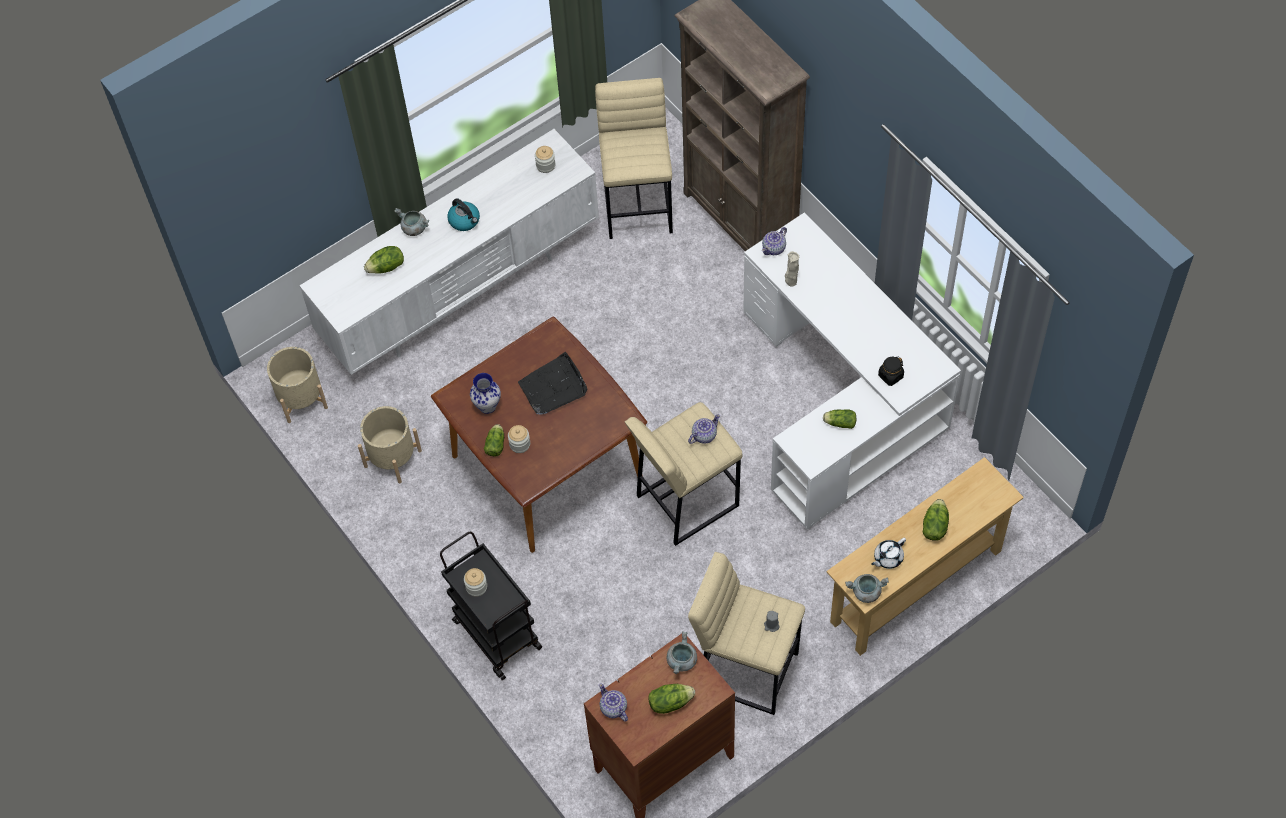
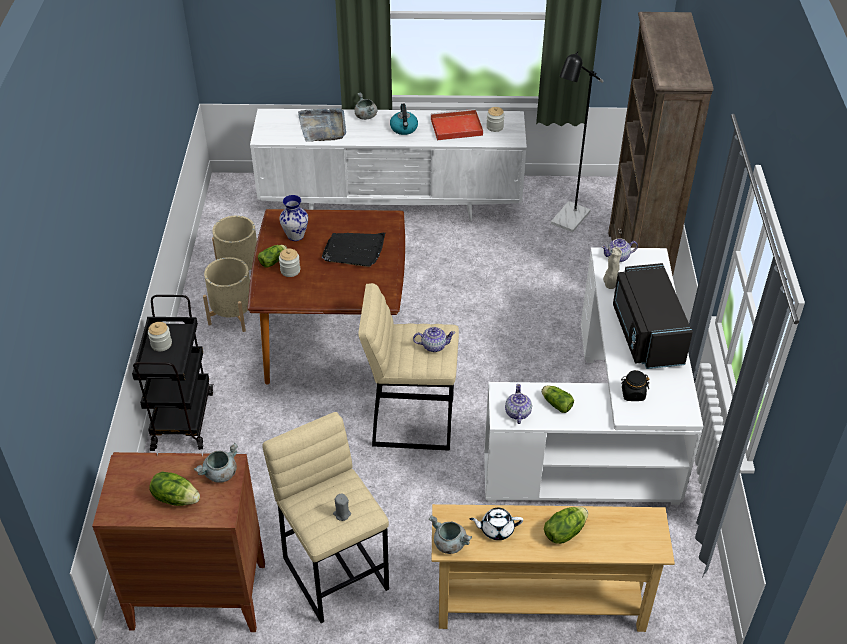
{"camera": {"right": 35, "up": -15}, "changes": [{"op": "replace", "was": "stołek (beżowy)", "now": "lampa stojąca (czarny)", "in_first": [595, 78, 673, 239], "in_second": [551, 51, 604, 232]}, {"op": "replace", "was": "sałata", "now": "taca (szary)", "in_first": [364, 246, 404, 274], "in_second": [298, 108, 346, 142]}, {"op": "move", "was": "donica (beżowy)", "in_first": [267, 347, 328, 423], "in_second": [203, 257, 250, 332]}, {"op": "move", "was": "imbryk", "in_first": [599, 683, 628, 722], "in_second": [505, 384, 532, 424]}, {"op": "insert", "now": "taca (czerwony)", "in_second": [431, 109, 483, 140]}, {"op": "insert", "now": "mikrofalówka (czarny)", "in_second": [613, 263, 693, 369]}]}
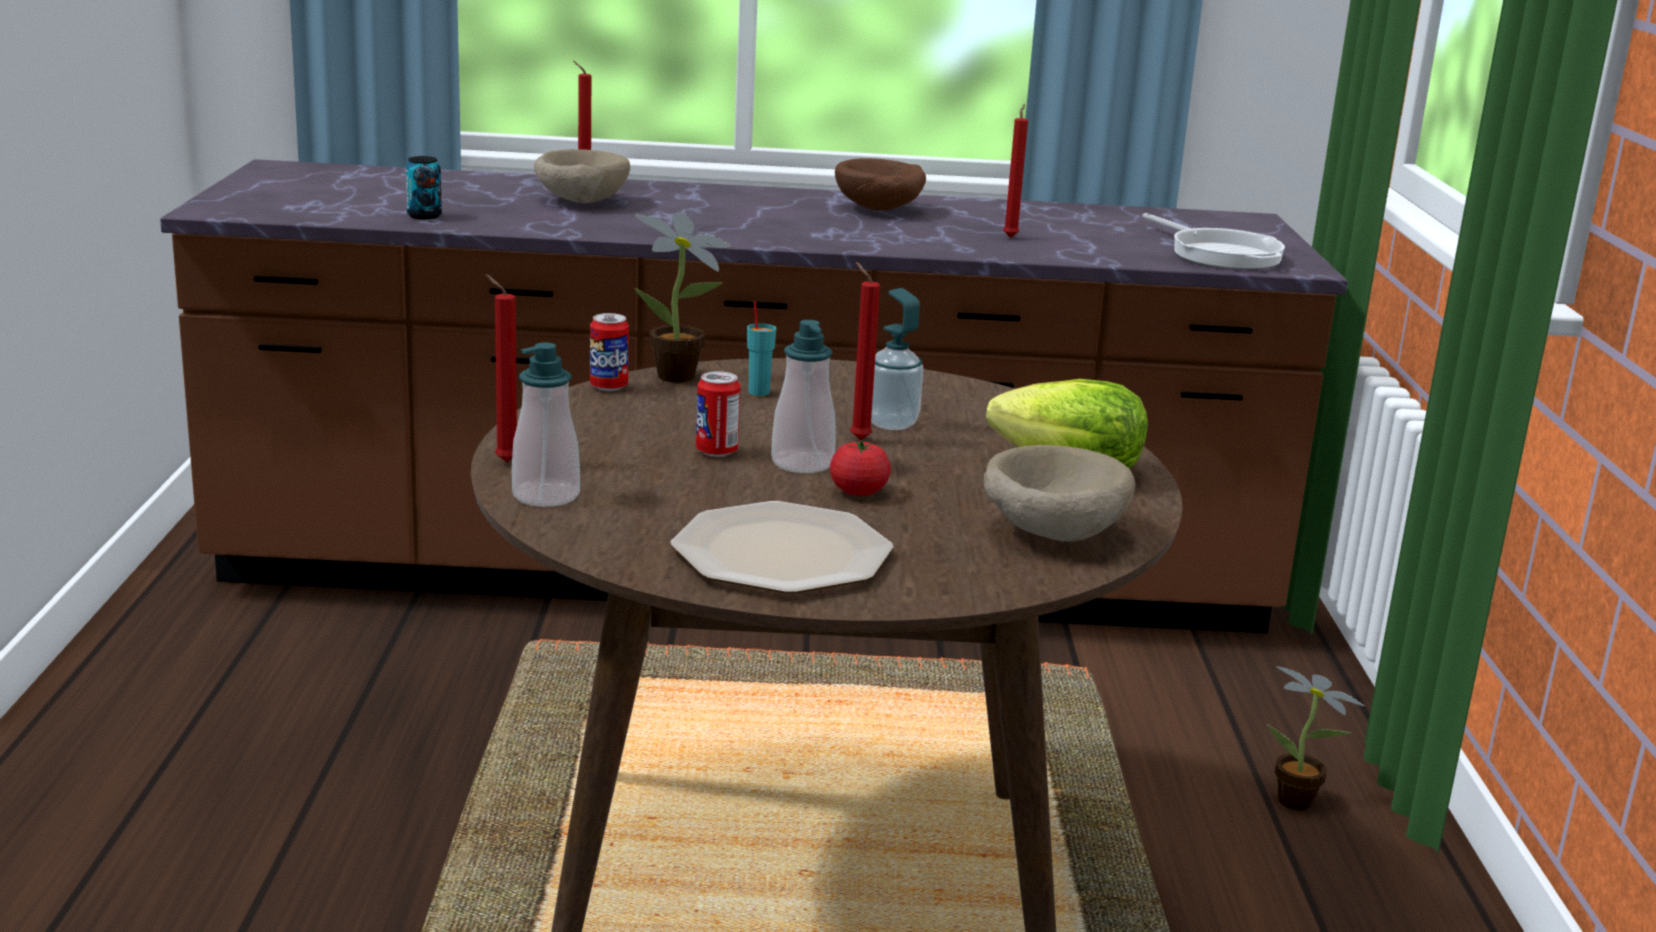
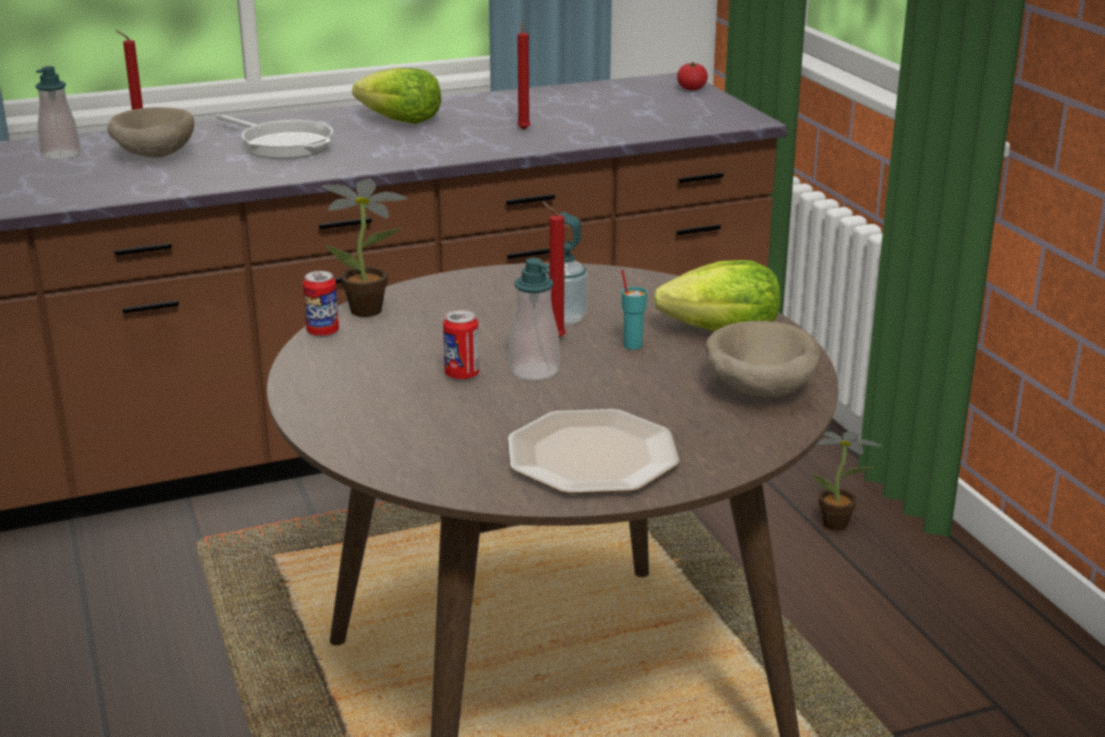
{"camera": {"right": -20, "up": 5}, "changes": [{"op": "delete", "was": "puszka", "in_first": [406, 156, 442, 219]}, {"op": "replace", "was": "miska (brązowy)", "now": "sałata", "in_first": [835, 158, 926, 210], "in_second": [352, 68, 441, 124]}, {"op": "move", "was": "patelnia", "in_first": [1142, 213, 1285, 270], "in_second": [215, 114, 333, 159]}, {"op": "delete", "was": "świeca (czerwony)", "in_first": [485, 274, 517, 462]}, {"op": "move", "was": "filiżanka (turkusowy)", "in_first": [747, 301, 776, 396], "in_second": [621, 270, 647, 350]}, {"op": "move", "was": "dozownik mydła", "in_first": [512, 343, 580, 507], "in_second": [35, 66, 80, 160]}, {"op": "move", "was": "pomidor", "in_first": [830, 440, 891, 496], "in_second": [677, 62, 708, 90]}]}
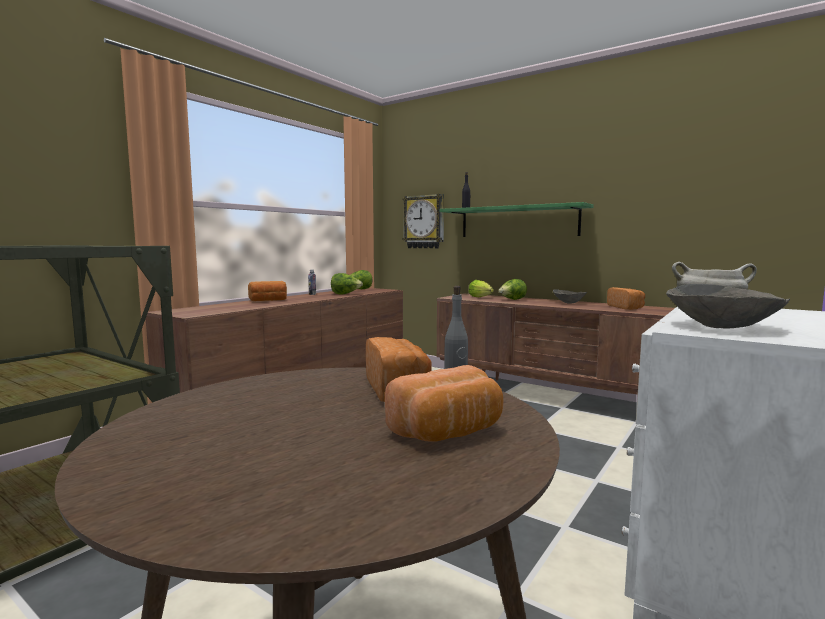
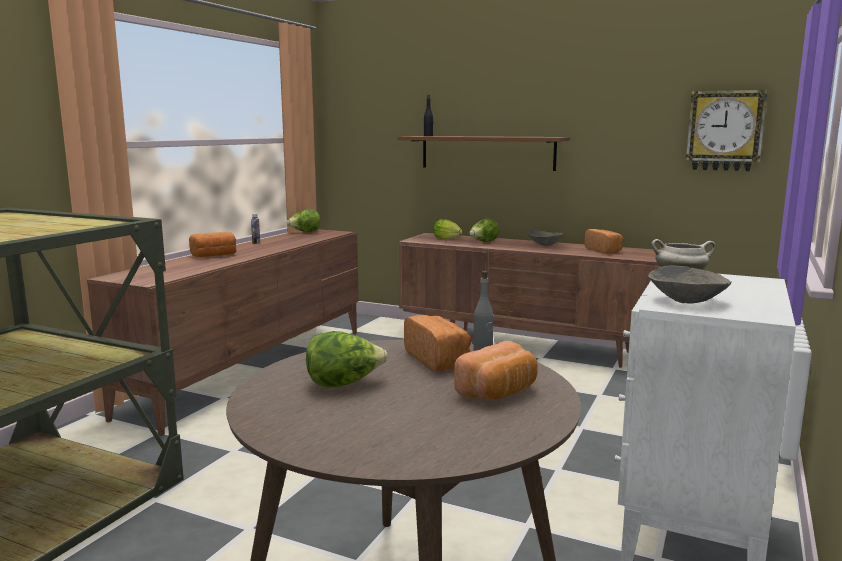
{"camera": {"right": -10, "up": 5}, "changes": [{"op": "move", "was": "zegar ścienny", "in_first": [402, 194, 444, 248], "in_second": [686, 90, 768, 171]}, {"op": "recolor", "was": "półka (zielony)", "now": "półka (brązowy)", "in_first": [440, 202, 594, 237], "in_second": [397, 136, 570, 171]}, {"op": "move", "was": "sałata", "in_first": [331, 273, 363, 295], "in_second": [306, 331, 388, 388]}]}
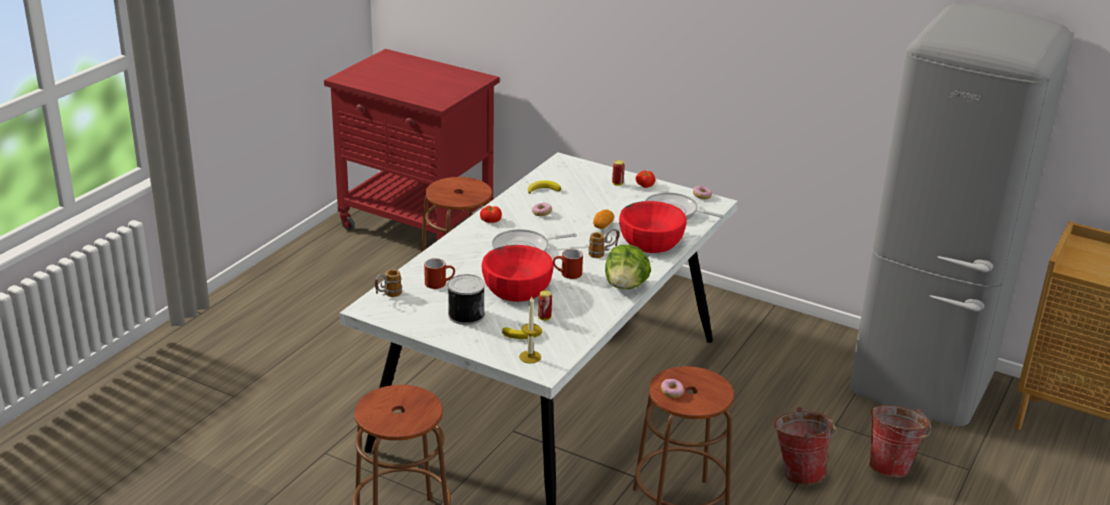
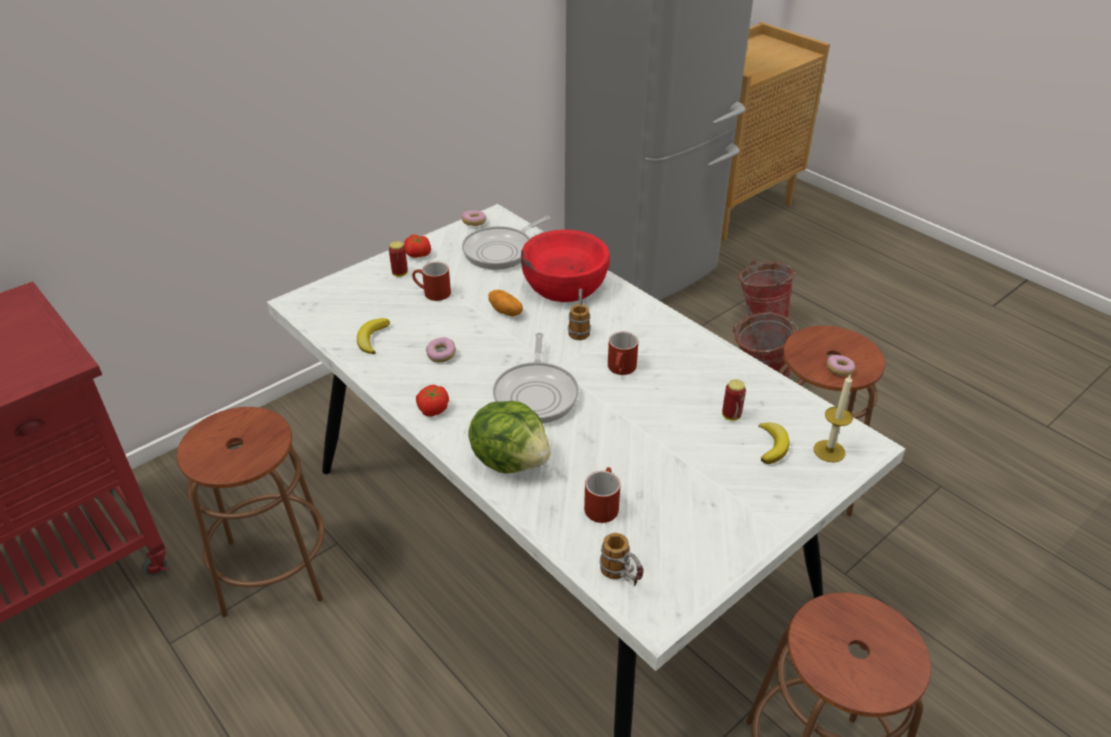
{"camera": {"right": -70, "up": 10}, "changes": [{"op": "delete", "was": "miska (czerwony)", "in_first": [482, 245, 554, 302]}, {"op": "move", "was": "sałata", "in_first": [605, 245, 651, 289], "in_second": [468, 401, 551, 474]}, {"op": "delete", "was": "puszka", "in_first": [448, 274, 485, 325]}, {"op": "insert", "now": "kubek (czerwony)", "in_second": [412, 262, 451, 301]}]}
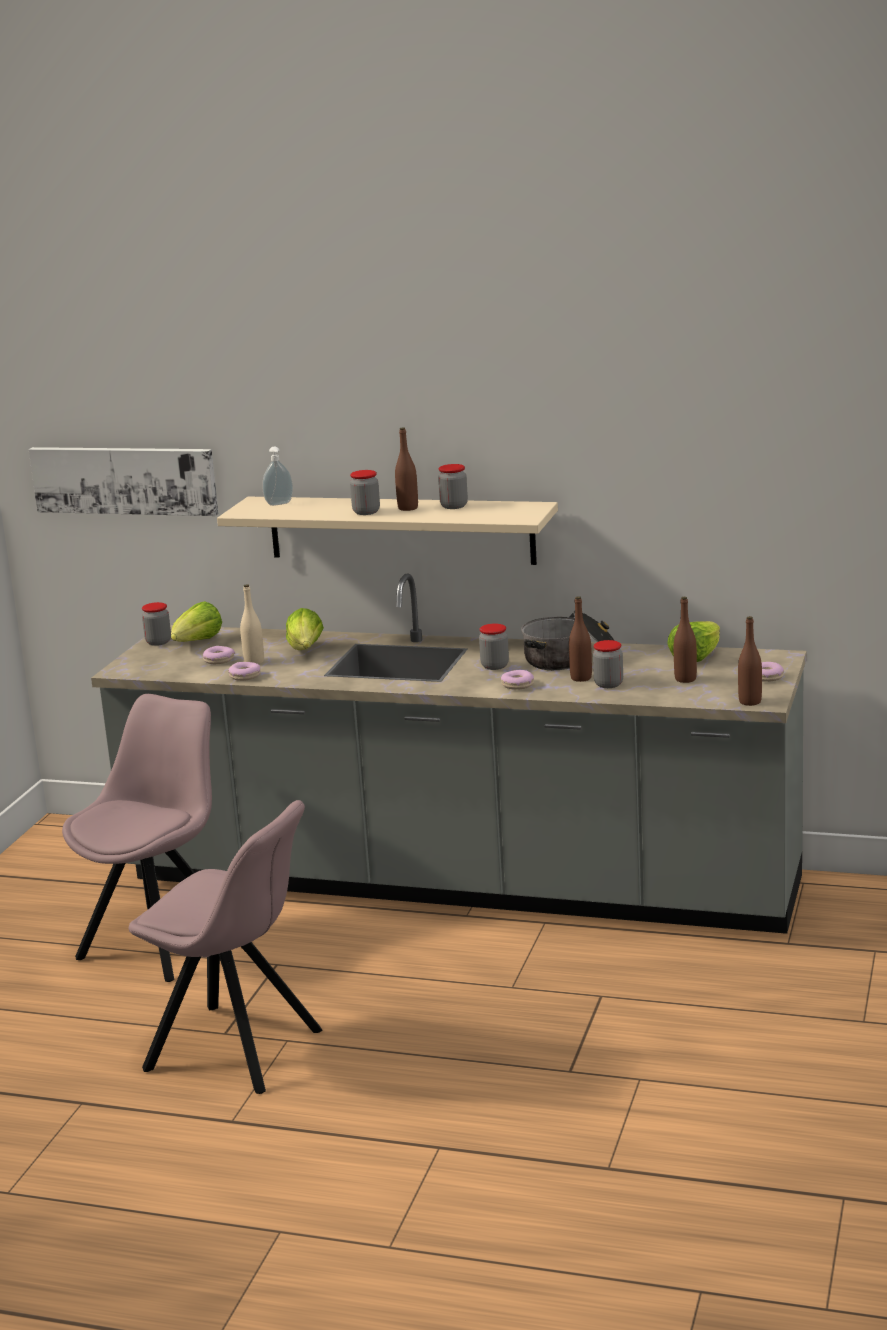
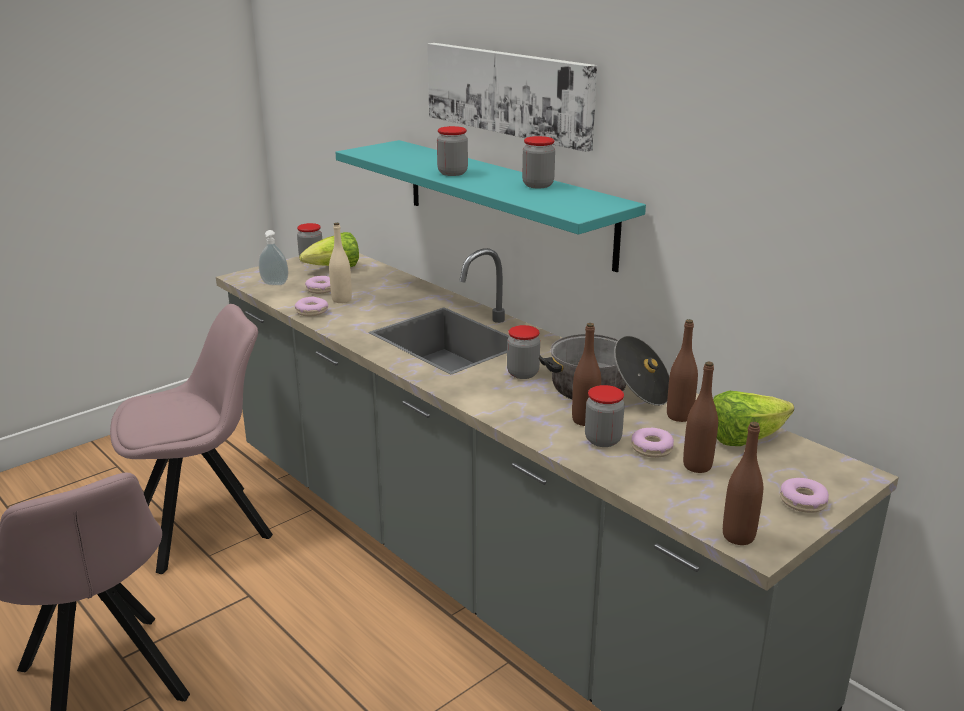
{"camera": {"right": 30, "up": 5}, "changes": [{"op": "move", "was": "butelka (brązowy)", "in_first": [395, 427, 418, 511], "in_second": [667, 319, 698, 422]}, {"op": "move", "was": "obraz", "in_first": [29, 447, 219, 516], "in_second": [427, 43, 597, 152]}, {"op": "move", "was": "dozownik mydła", "in_first": [262, 447, 293, 506], "in_second": [259, 230, 288, 285]}, {"op": "recolor", "was": "półka (beżowy)", "now": "półka (turkusowy)", "in_first": [217, 497, 558, 565], "in_second": [335, 140, 646, 272]}, {"op": "delete", "was": "sałata", "in_first": [286, 608, 324, 650]}, {"op": "move", "was": "donut", "in_first": [501, 670, 534, 690], "in_second": [631, 428, 674, 458]}]}
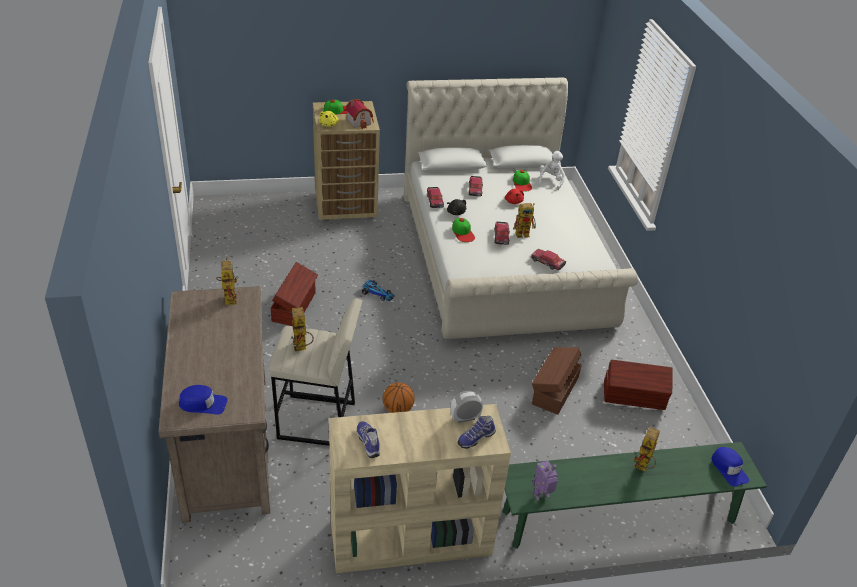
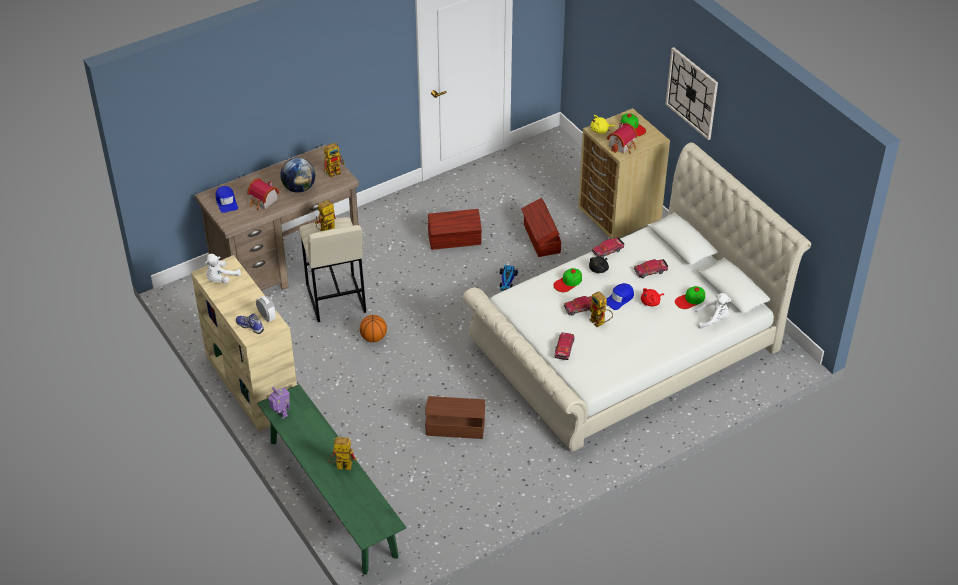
{"camera": {"right": 70, "up": 5}, "changes": [{"op": "move", "was": "pojemnik do przechowywania (brązowy)", "in_first": [604, 360, 673, 410], "in_second": [521, 198, 561, 257]}, {"op": "replace", "was": "but", "now": "pluszak (biały)", "in_first": [357, 421, 380, 458], "in_second": [205, 254, 241, 284]}, {"op": "move", "was": "czapka z daszkiem (niebieski)", "in_first": [712, 447, 749, 486], "in_second": [606, 283, 634, 310]}, {"op": "insert", "now": "zegar ścienny", "in_second": [666, 47, 718, 140]}, {"op": "insert", "now": "globus", "in_second": [280, 158, 315, 193]}, {"op": "insert", "now": "domek", "in_second": [247, 178, 279, 211]}]}
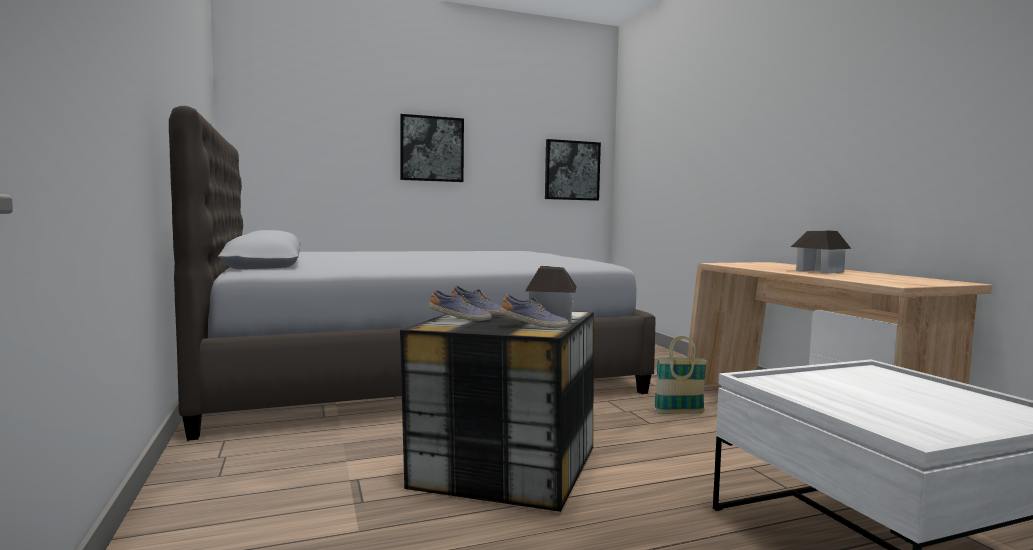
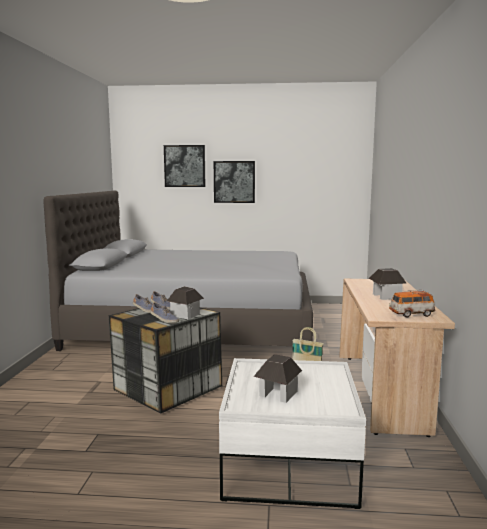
{"camera": {"right": 25, "up": 5}, "changes": [{"op": "move", "was": "obraz", "in_first": [545, 139, 601, 201], "in_second": [164, 145, 205, 187]}, {"op": "insert", "now": "samochodzik", "in_second": [389, 290, 436, 317]}, {"op": "insert", "now": "domek", "in_second": [253, 354, 302, 403]}]}
